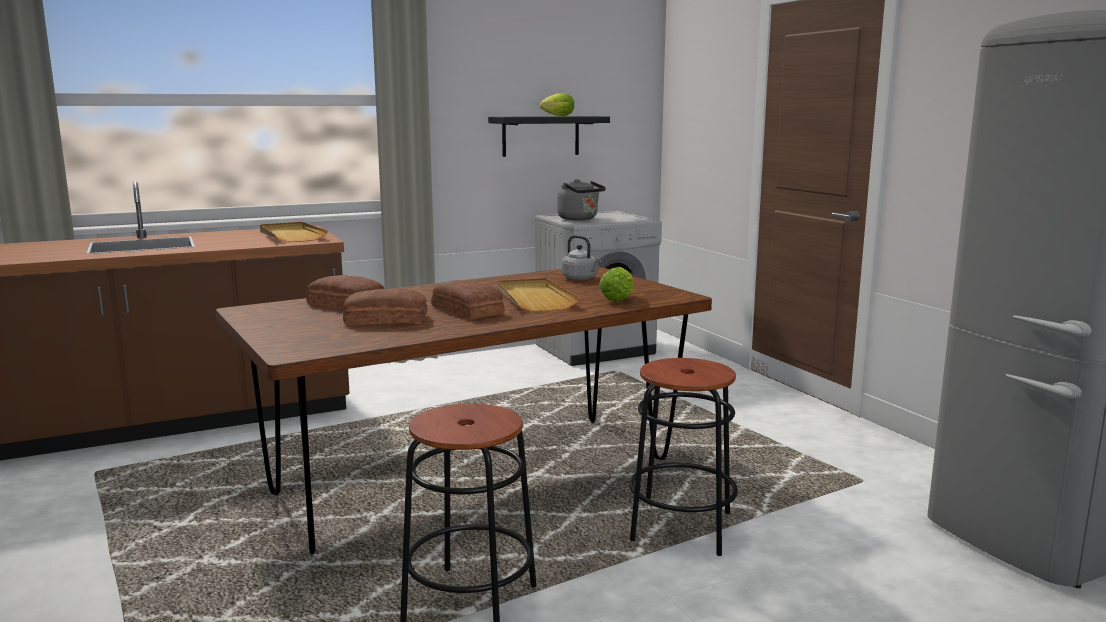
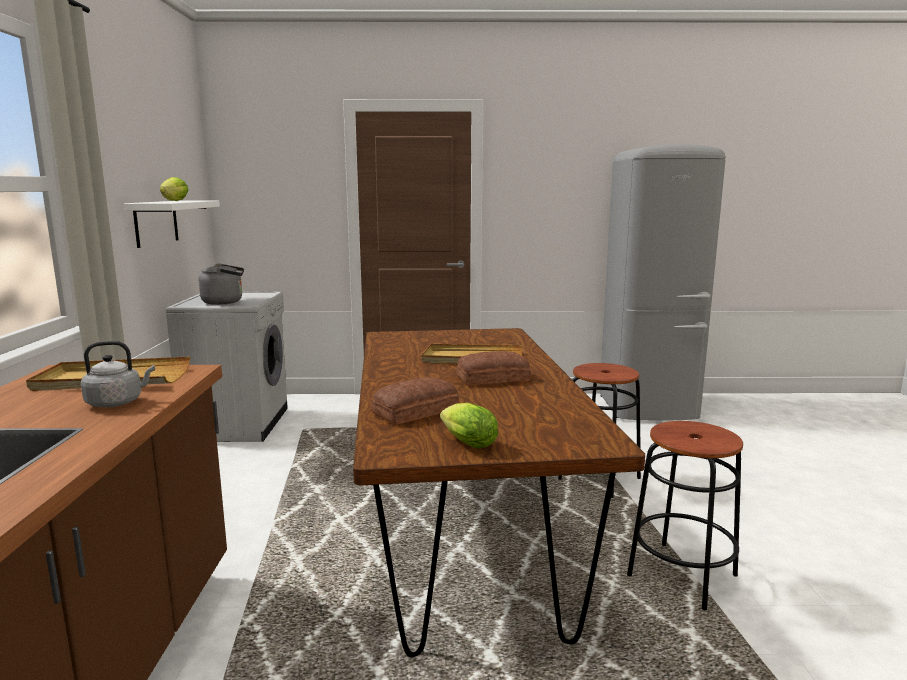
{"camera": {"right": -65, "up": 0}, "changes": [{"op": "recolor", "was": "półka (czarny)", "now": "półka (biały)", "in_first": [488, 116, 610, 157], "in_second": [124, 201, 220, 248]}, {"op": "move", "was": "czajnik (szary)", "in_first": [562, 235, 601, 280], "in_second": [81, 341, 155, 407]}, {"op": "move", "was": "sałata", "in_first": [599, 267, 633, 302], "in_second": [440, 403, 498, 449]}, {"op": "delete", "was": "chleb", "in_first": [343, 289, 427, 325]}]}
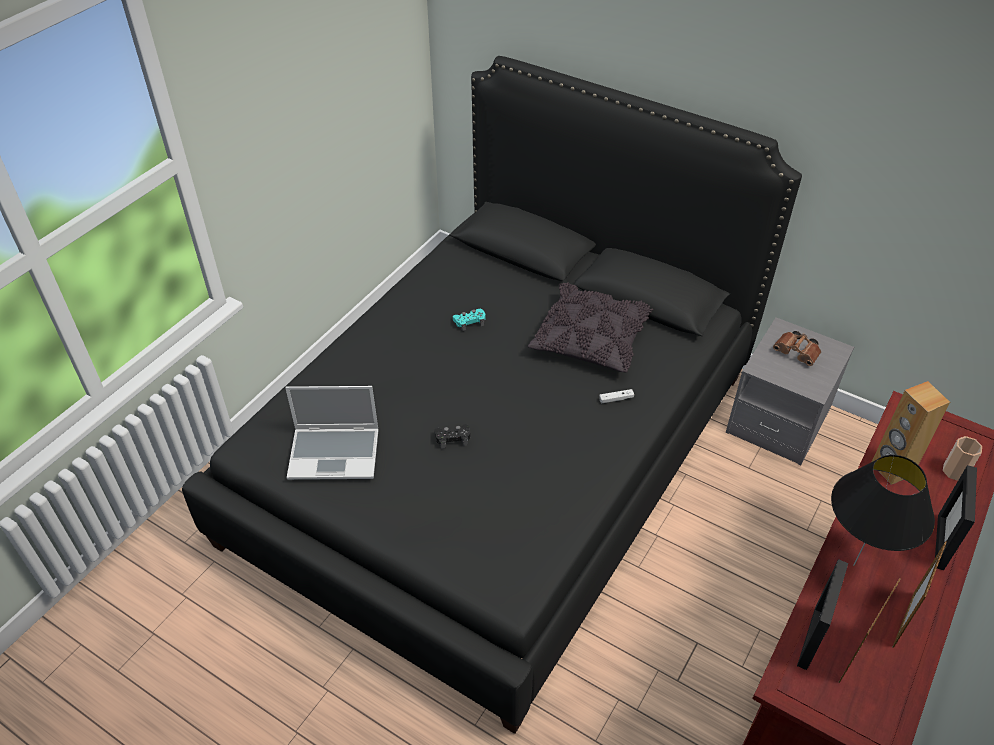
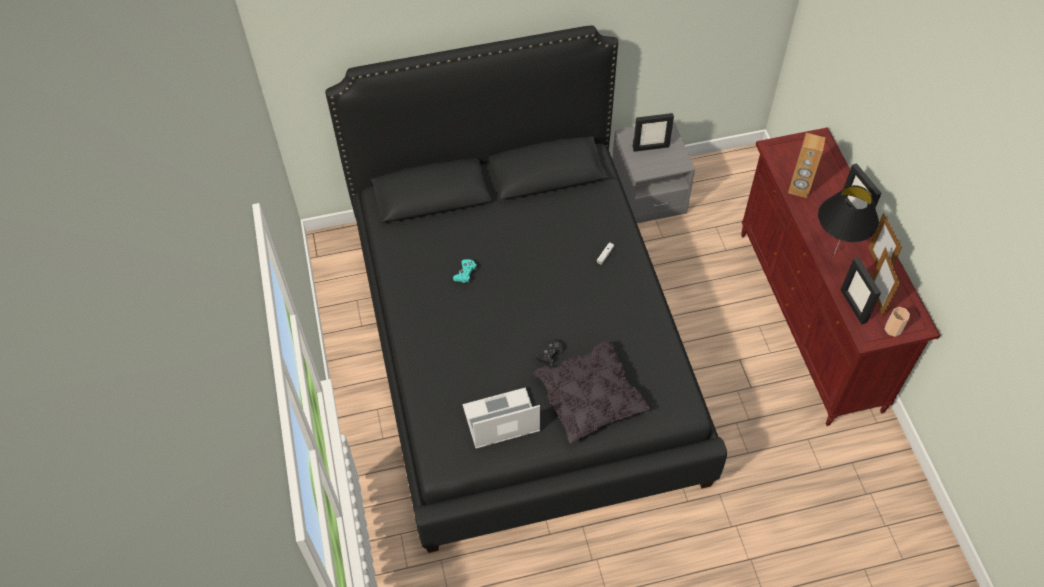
{"camera": {"right": -45, "up": 10}, "changes": [{"op": "move", "was": "poduszka (czarny)", "in_first": [528, 282, 653, 373], "in_second": [533, 341, 650, 444]}, {"op": "replace", "was": "lornetka (brązowy)", "now": "ramka na zdjęcie", "in_first": [773, 331, 821, 366], "in_second": [633, 113, 674, 152]}, {"op": "rotate", "was": "laptop", "in_first": [285, 386, 379, 480], "in_second": [462, 387, 540, 449], "clockwise": -150}, {"op": "move", "was": "filiżanka", "in_first": [943, 436, 982, 481], "in_second": [885, 307, 910, 337]}]}
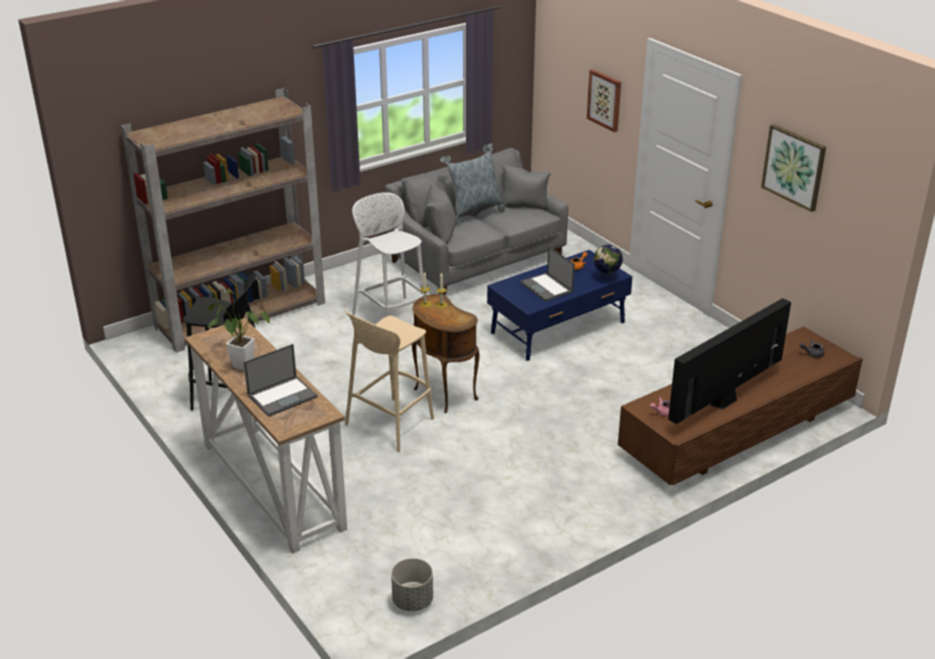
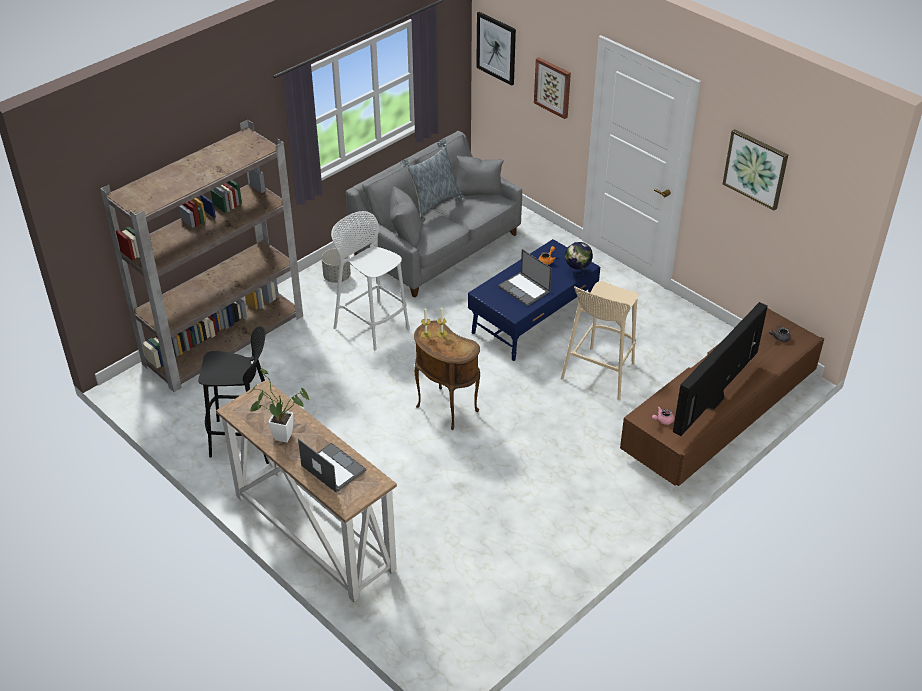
{"camera": {"right": -10, "up": 10}, "changes": [{"op": "move", "was": "stołek (beżowy)", "in_first": [344, 310, 434, 453], "in_second": [561, 281, 639, 400]}, {"op": "rotate", "was": "laptop", "in_first": [244, 344, 318, 417], "in_second": [298, 439, 366, 493], "clockwise": -90}, {"op": "move", "was": "donica (szary)", "in_first": [391, 558, 433, 611], "in_second": [322, 248, 351, 283]}, {"op": "insert", "now": "obraz", "in_second": [476, 12, 516, 86]}]}
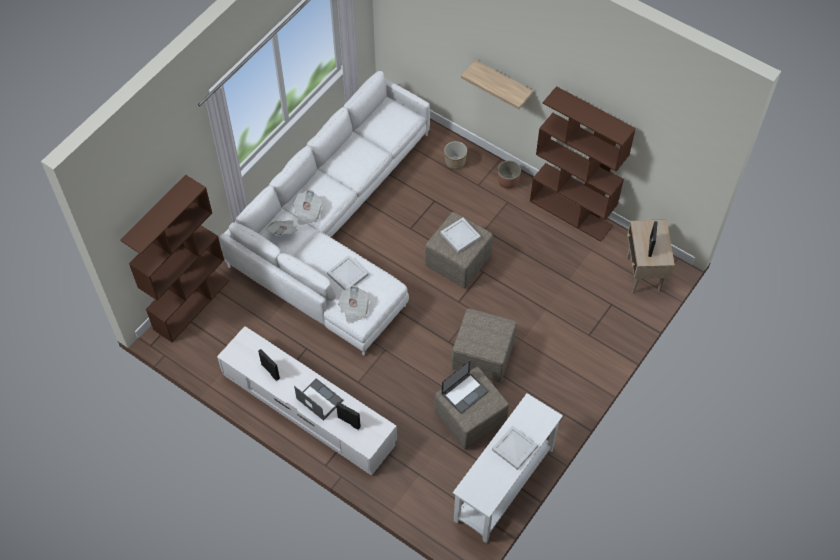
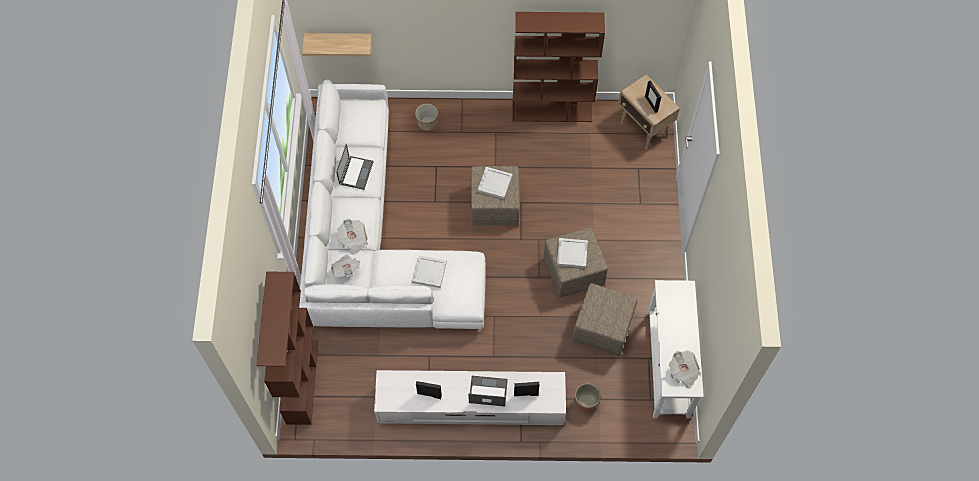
{"camera": {"right": -35, "up": 5}, "changes": [{"op": "move", "was": "półka", "in_first": [461, 60, 533, 109], "in_second": [302, 33, 372, 57]}, {"op": "move", "was": "donica", "in_first": [497, 161, 521, 189], "in_second": [575, 383, 601, 412]}, {"op": "move", "was": "gazeta", "in_first": [338, 285, 370, 323], "in_second": [669, 350, 701, 389]}, {"op": "move", "was": "laptop", "in_first": [442, 360, 489, 414], "in_second": [336, 144, 374, 190]}, {"op": "move", "was": "taca (biały)", "in_first": [492, 426, 538, 470], "in_second": [557, 238, 588, 268]}]}
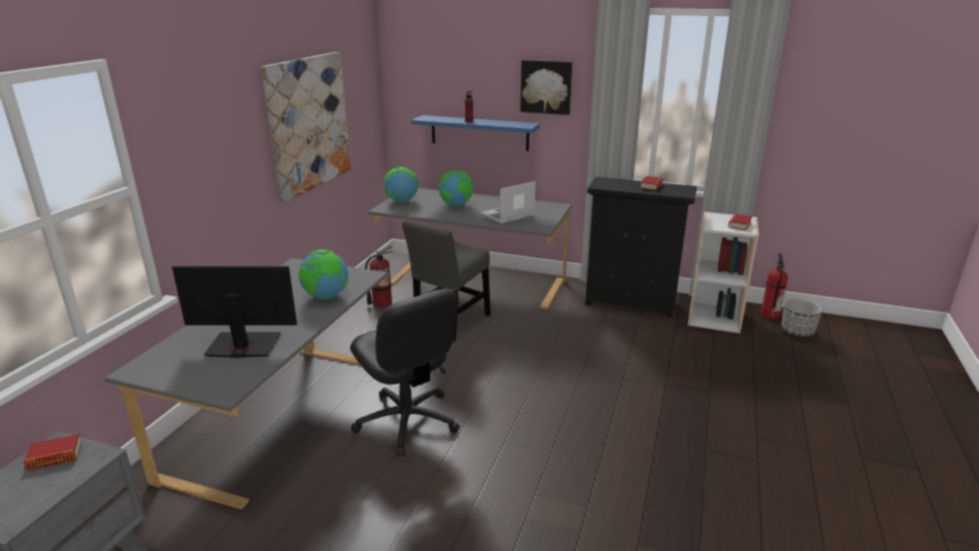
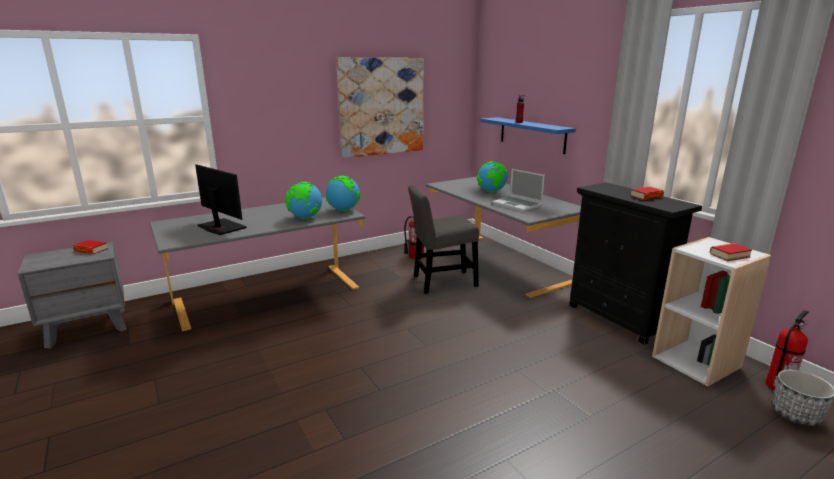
{"camera": {"right": 40, "up": -5}, "changes": [{"op": "delete", "was": "obraz", "in_first": [520, 60, 572, 115]}, {"op": "move", "was": "globus", "in_first": [384, 167, 419, 202], "in_second": [325, 176, 361, 211]}, {"op": "rotate", "was": "laptop", "in_first": [481, 181, 536, 224], "in_second": [492, 169, 545, 212], "clockwise": -135}, {"op": "delete", "was": "krzesło biurowe (czarny)", "in_first": [350, 289, 460, 456]}]}
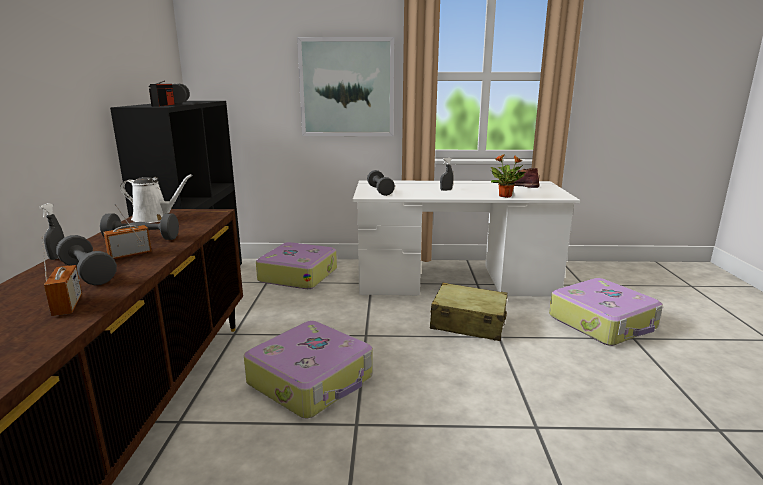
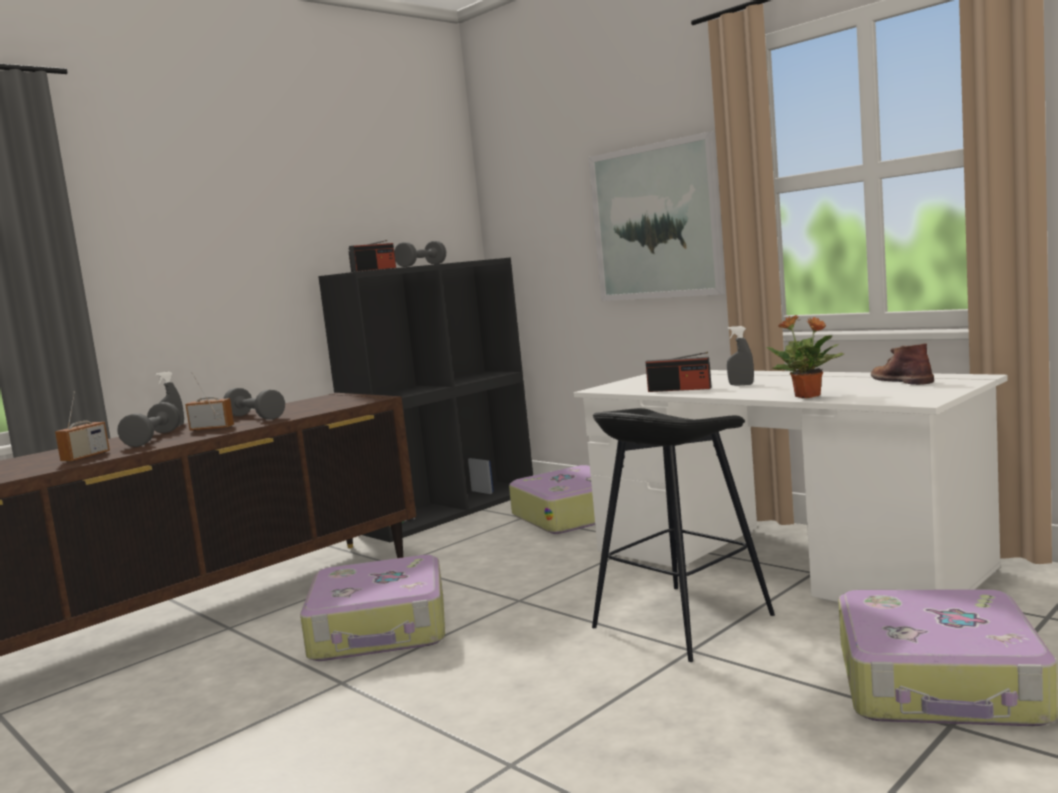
{"camera": {"right": 45, "up": -10}, "changes": [{"op": "delete", "was": "hantel (szary)", "in_first": [367, 170, 395, 196]}, {"op": "delete", "was": "konewka (biały)", "in_first": [120, 174, 192, 223]}, {"op": "replace", "was": "walizka (beżowy)", "now": "stołek (czarny)", "in_first": [430, 283, 508, 341], "in_second": [592, 408, 775, 662]}, {"op": "insert", "now": "radio", "in_second": [646, 352, 712, 392]}]}
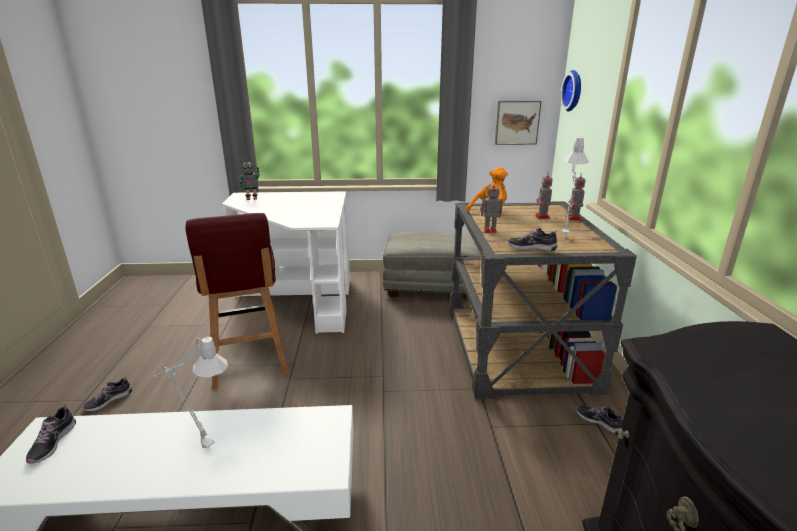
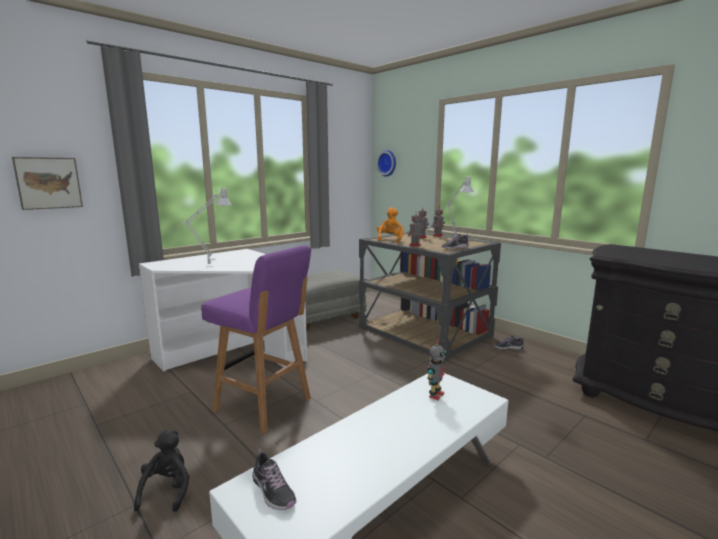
{"camera": {"right": -40, "up": -10}, "changes": [{"op": "move", "was": "obraz", "in_first": [495, 101, 542, 145], "in_second": [12, 157, 83, 210]}, {"op": "move", "was": "robot zabawkowy", "in_first": [238, 158, 260, 200], "in_second": [427, 341, 446, 400]}, {"op": "recolor", "was": "stołek (czerwony)", "now": "stołek (fioletowy)", "in_first": [186, 213, 289, 390], "in_second": [201, 245, 311, 434]}, {"op": "move", "was": "lampa stołowa (szary)", "in_first": [154, 337, 228, 448], "in_second": [173, 188, 232, 264]}, {"op": "replace", "was": "but", "now": "pluszak (czarny)", "in_first": [82, 376, 132, 411], "in_second": [134, 430, 189, 512]}]}
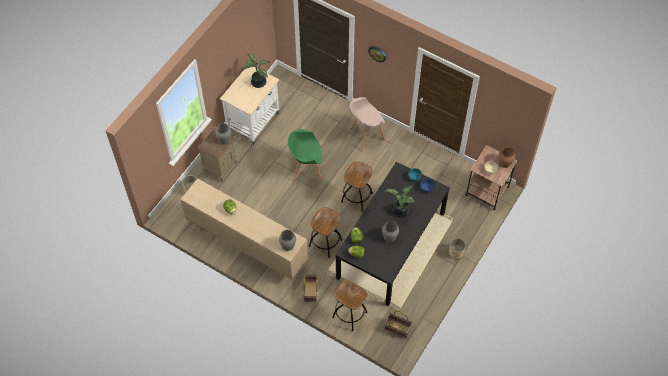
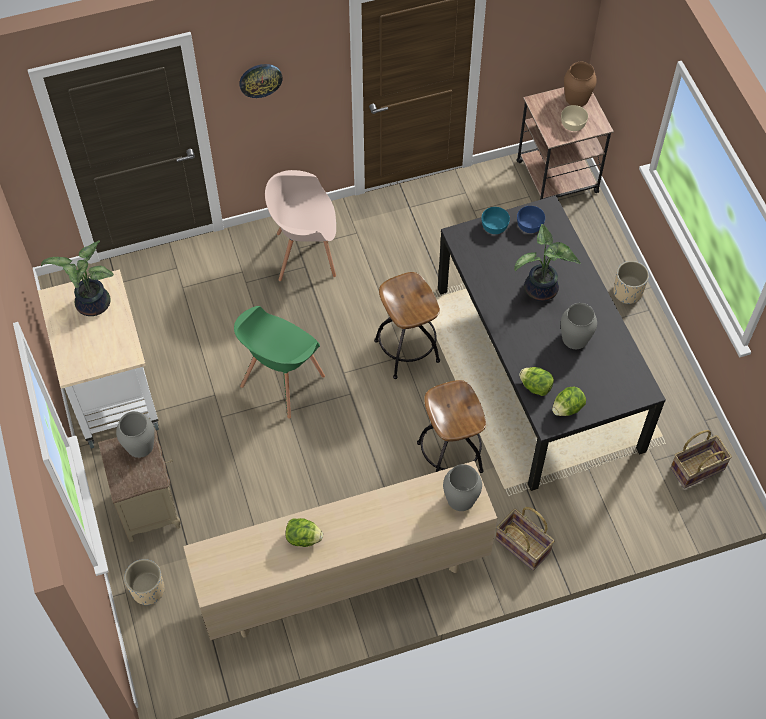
{"camera": {"right": -50, "up": 0}, "changes": [{"op": "rotate", "was": "krzesło (beżowy)", "in_first": [348, 97, 385, 151], "in_second": [265, 170, 336, 281], "clockwise": 75}, {"op": "delete", "was": "stołek (brązowy)", "in_first": [332, 280, 368, 331]}]}
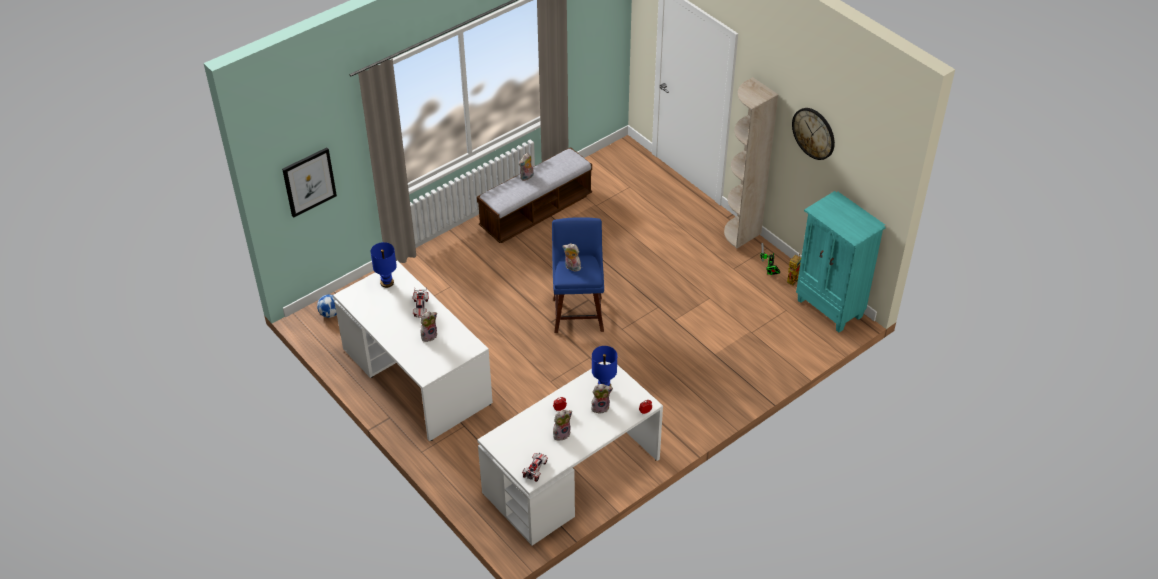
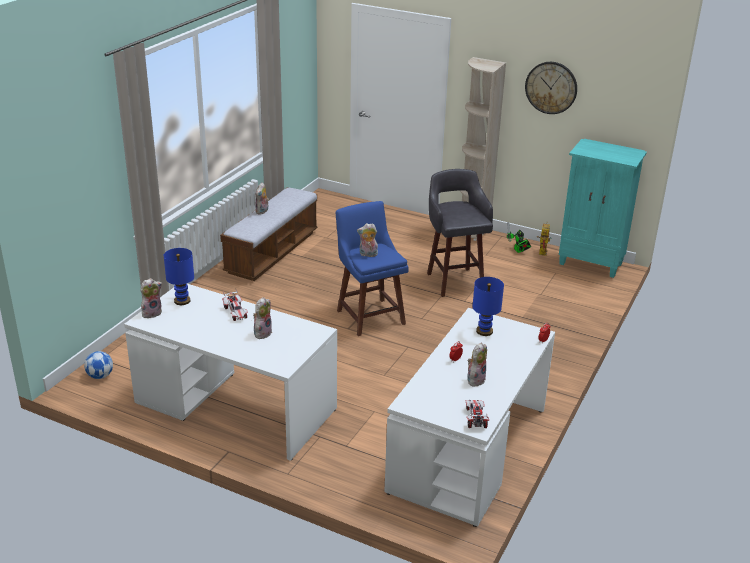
{"camera": {"right": -25, "up": -15}, "changes": [{"op": "delete", "was": "obraz", "in_first": [282, 148, 337, 218]}, {"op": "move", "was": "pluszak", "in_first": [591, 384, 613, 414], "in_second": [140, 278, 162, 318]}, {"op": "insert", "now": "stołek (szary)", "in_second": [427, 169, 493, 297]}]}
